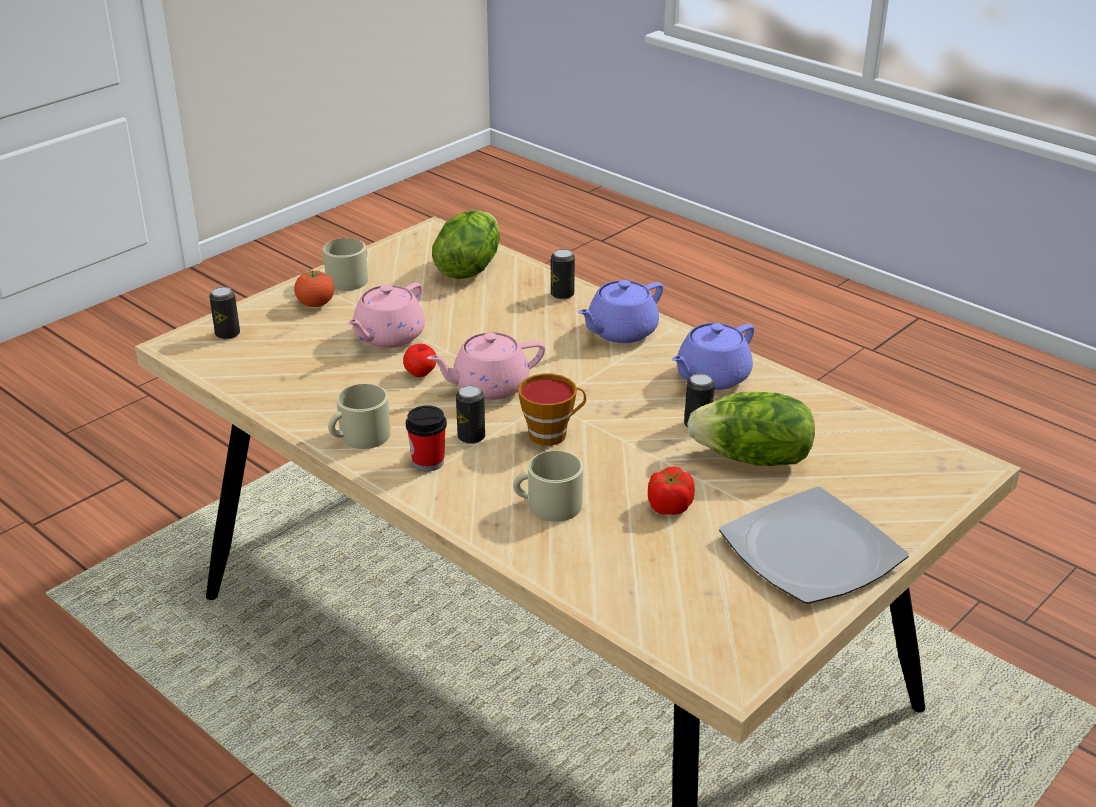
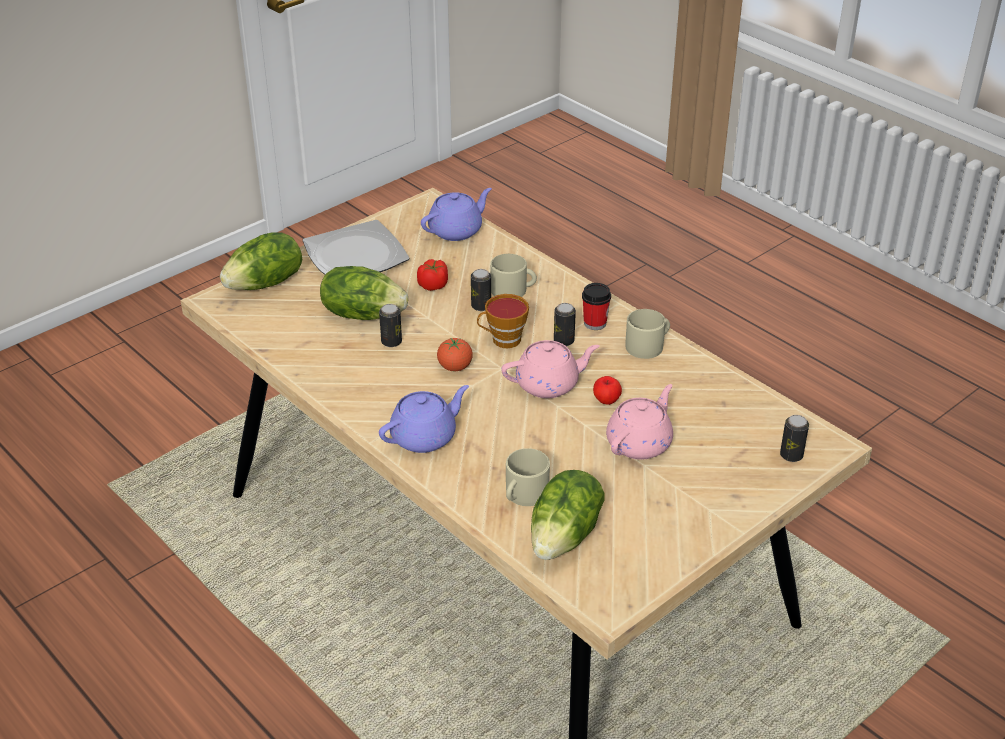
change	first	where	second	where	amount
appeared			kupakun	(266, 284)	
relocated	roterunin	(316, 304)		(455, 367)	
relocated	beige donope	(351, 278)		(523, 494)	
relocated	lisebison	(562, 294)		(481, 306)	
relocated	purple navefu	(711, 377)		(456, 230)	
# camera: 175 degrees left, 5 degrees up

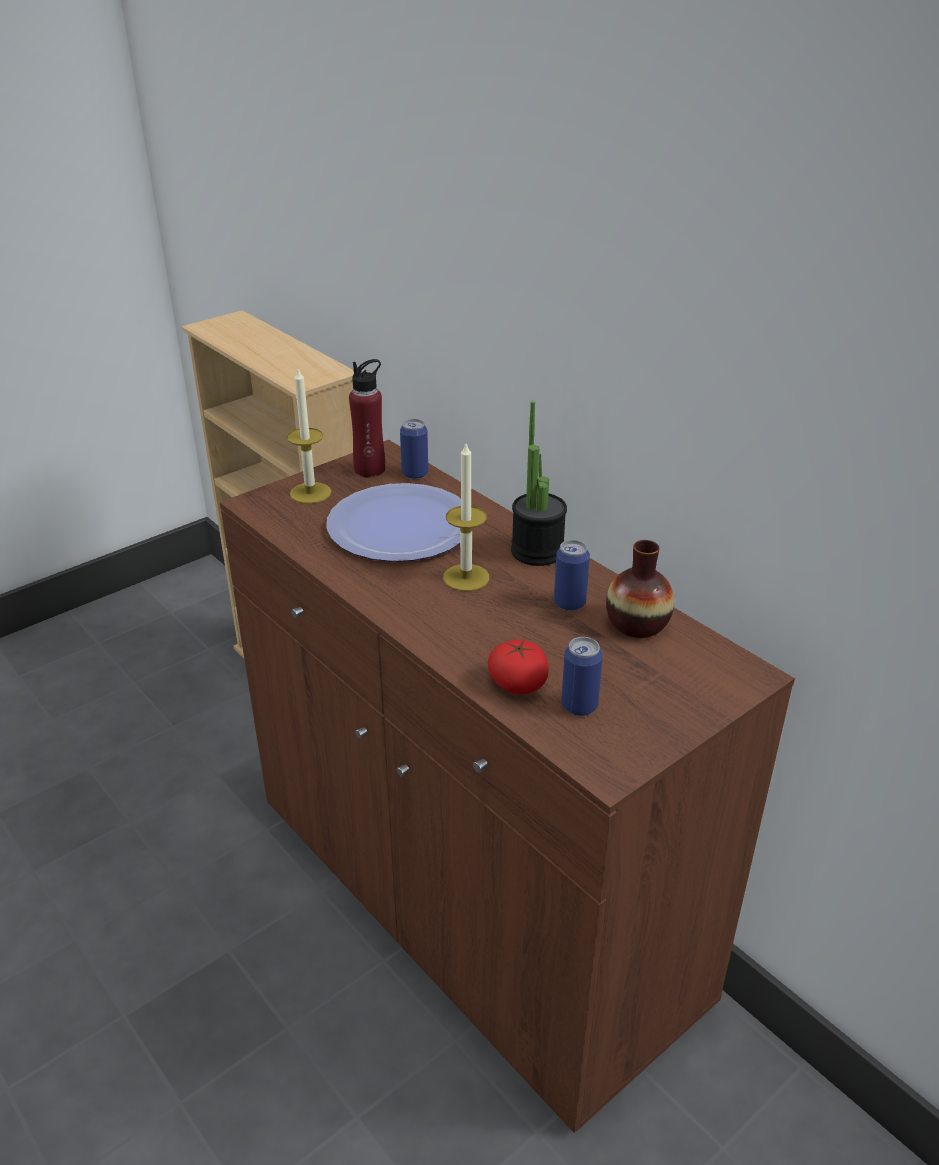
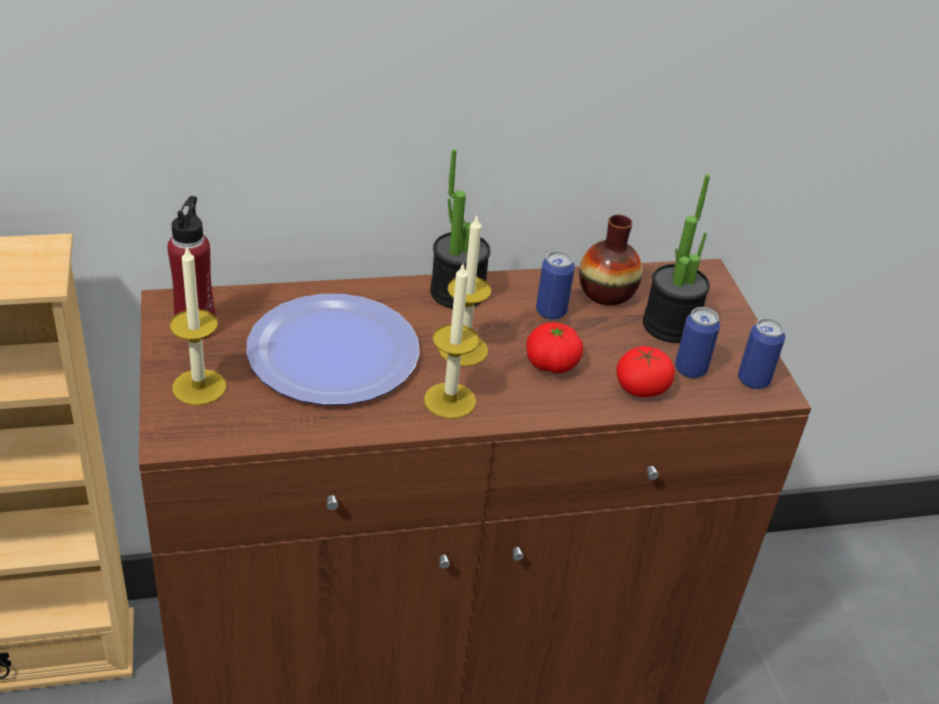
change	first	where	second	where	amount
appeared			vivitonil	(450, 400)	
appeared			roterunin	(551, 363)	
appeared			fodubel	(670, 325)	
relocated	lisebison	(415, 474)		(753, 380)	
# camera: 65 degrees left, 5 degrees up

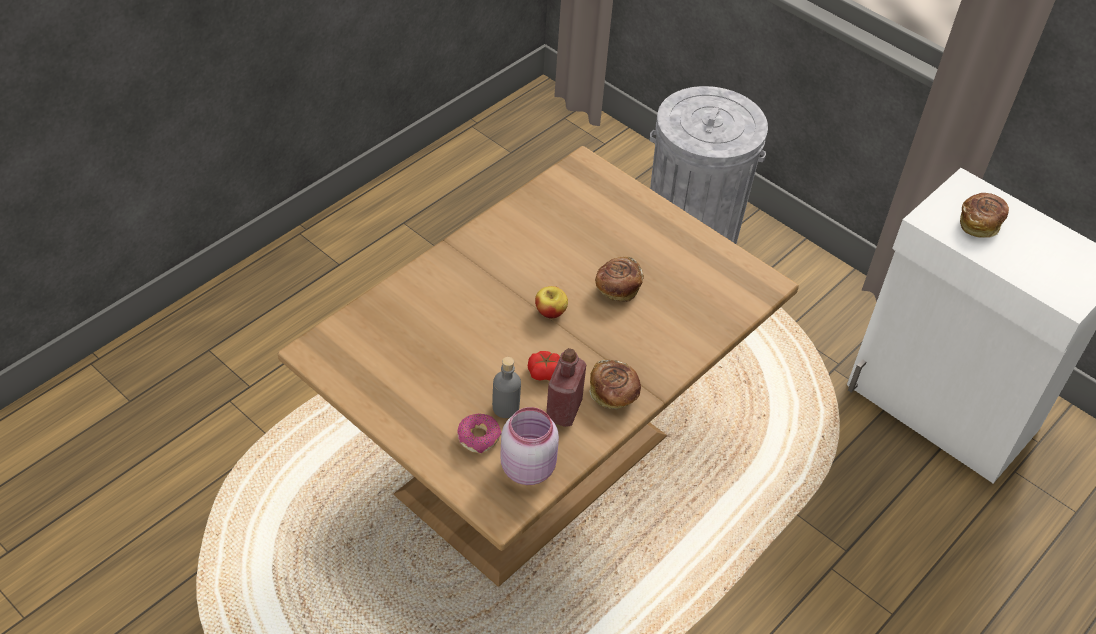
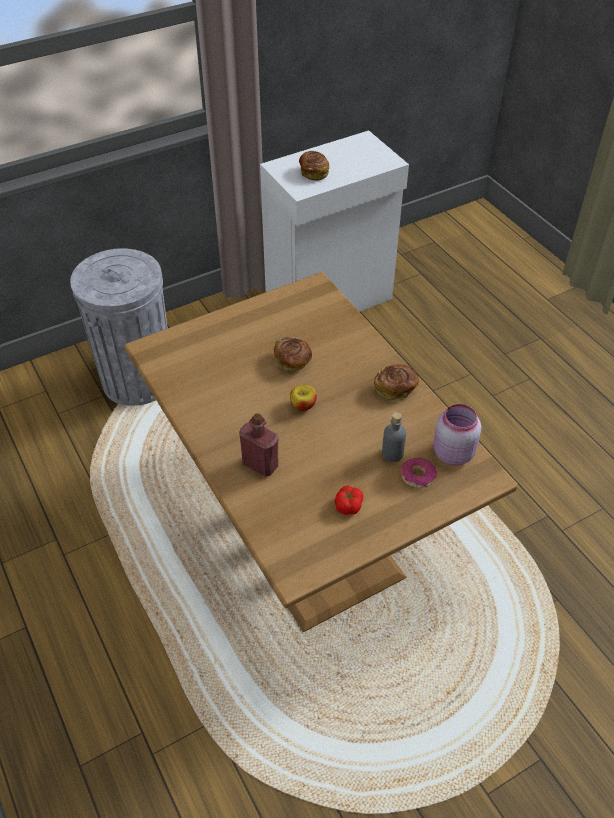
change	first	where	second	where	amount
relocated	roterunin	(544, 372)		(348, 505)	
relocated	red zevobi	(564, 410)		(260, 464)	
# camera: 70 degrees left, 0 degrees up

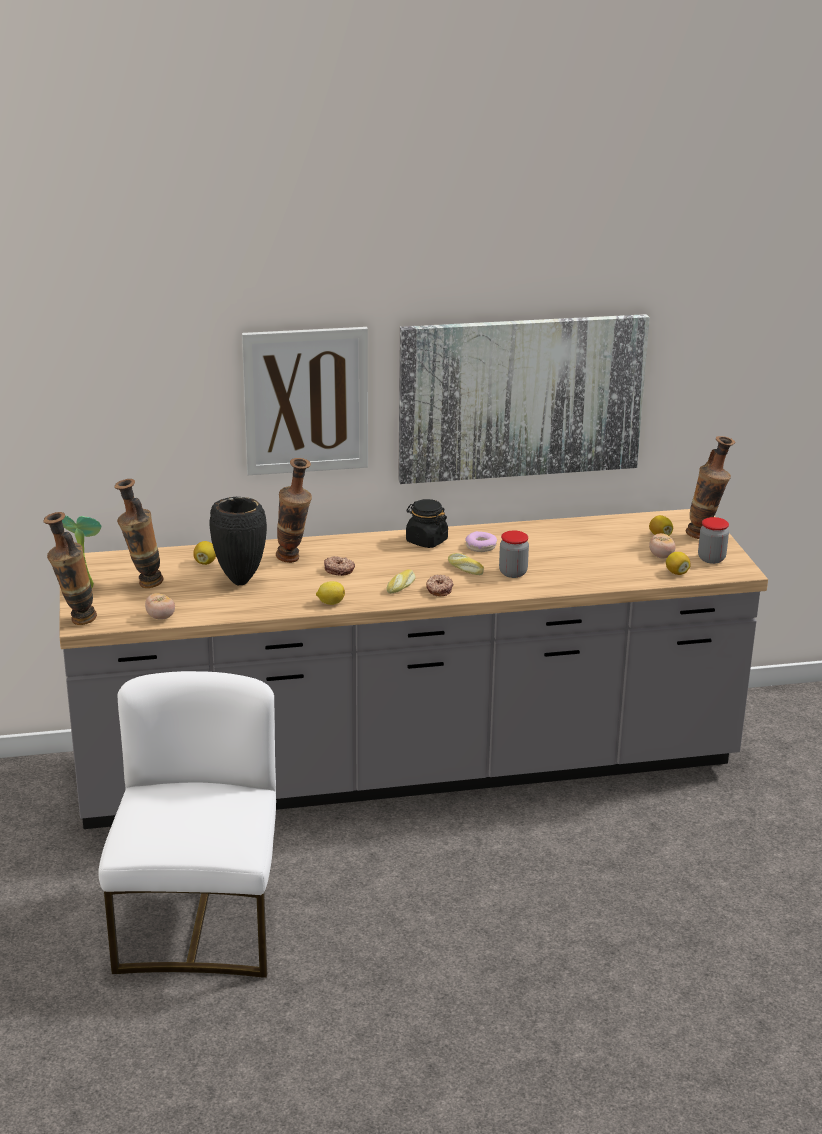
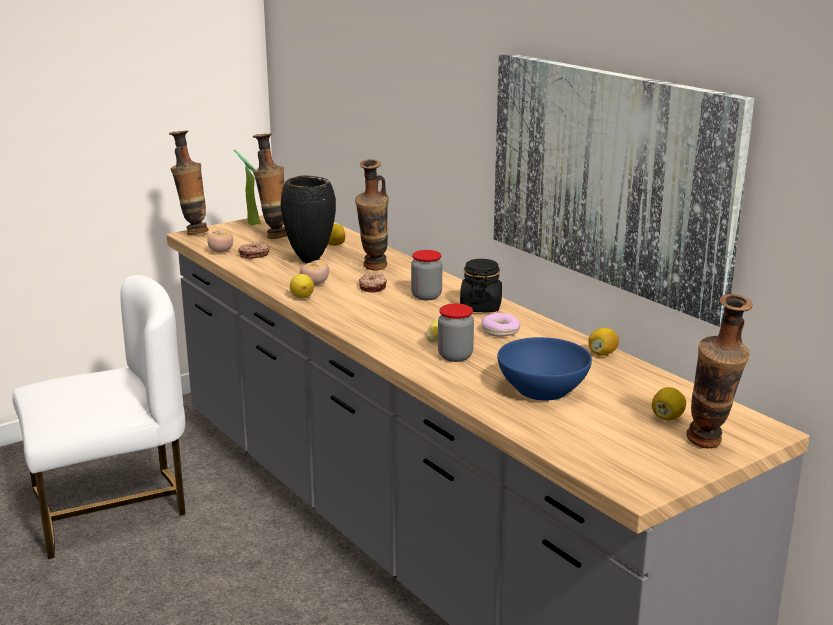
change	first	where	second	where	amount
missing	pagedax	(306, 401)			
missing	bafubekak	(401, 586)			
appeared			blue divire	(542, 388)	
relocated	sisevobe	(438, 590)		(254, 255)	
relocated	roterunin	(661, 556)		(314, 284)	
relocated	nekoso	(676, 573)		(602, 353)	
relocated	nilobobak	(711, 559)		(426, 296)	
# camera: 65 degrees right, 5 degrees down

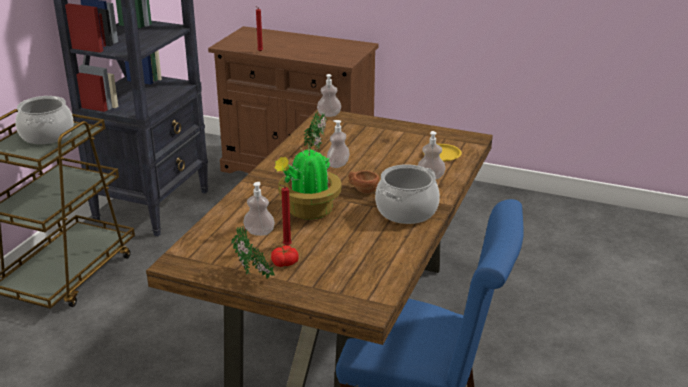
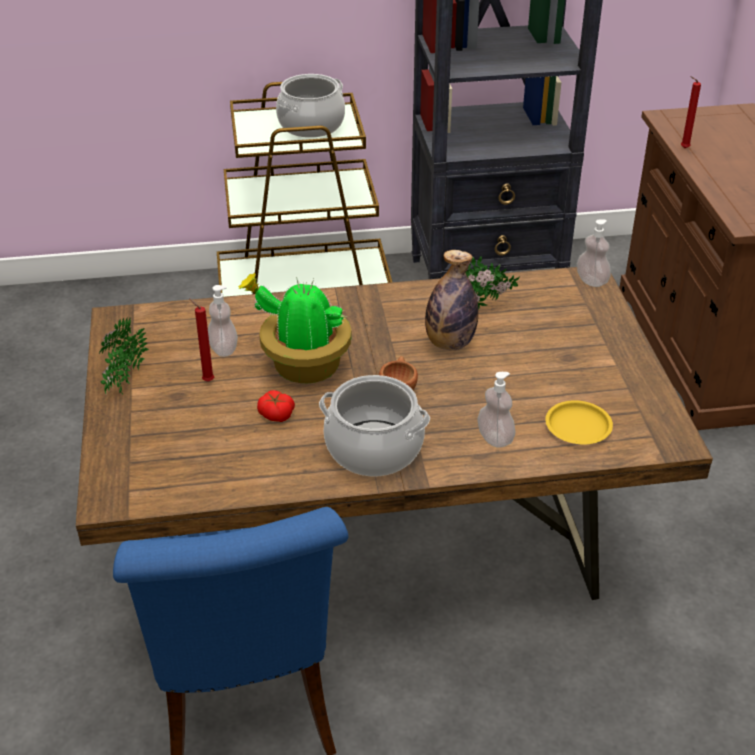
change	first	where	second	where	amount
relocated	roterunin	(285, 263)		(276, 414)	
exchanged	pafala	(338, 165)	zevobi	(449, 343)	
# camera: 60 degrees right, 10 degrees up

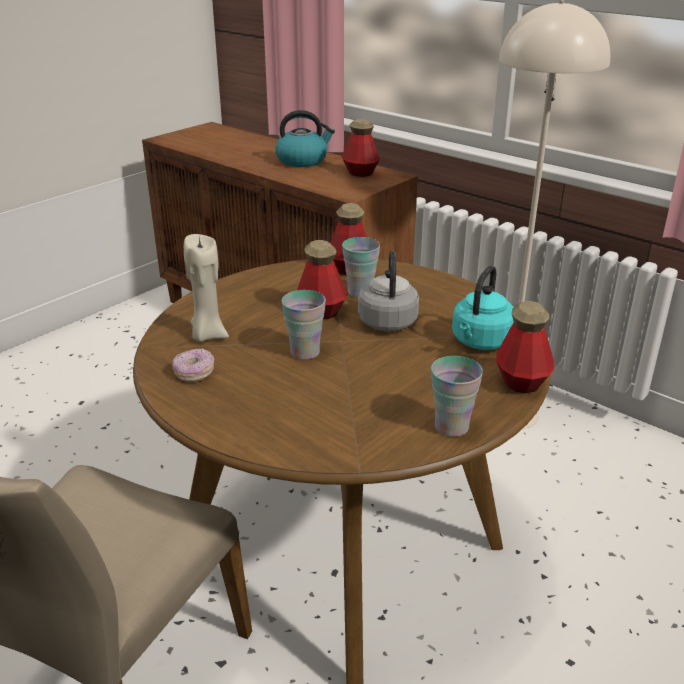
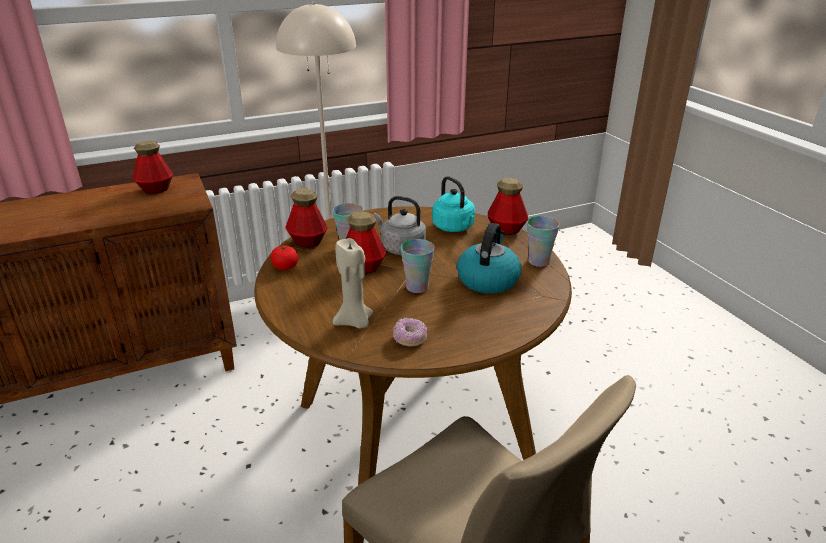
change	first	where	second	where	amount
appeared			roterunin	(285, 266)	
relocated	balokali	(302, 160)		(488, 279)	
# camera: 65 degrees left, 0 degrees up

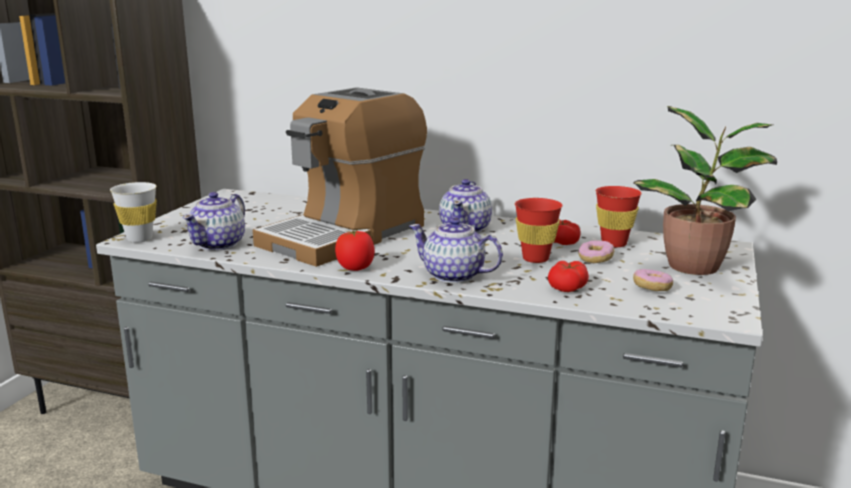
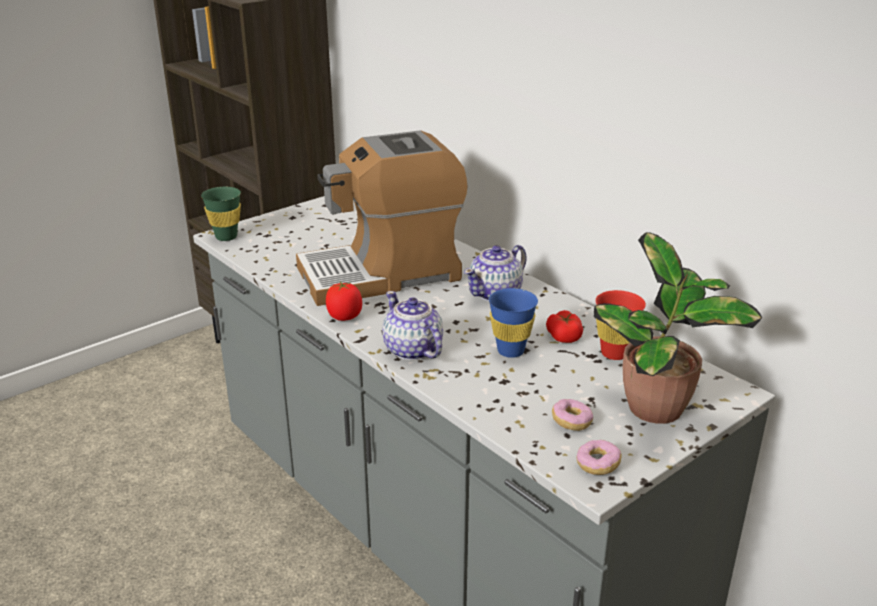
change	first	where	second	where	amount
missing	navefu	(219, 244)			
missing	roterunin	(567, 287)			
relocated	sisevobe	(595, 259)		(597, 465)	
colour	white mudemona	(139, 239)	green mudemona	(226, 237)	
colour	red mudemona	(535, 259)	blue mudemona	(510, 351)	
# camera: 30 degrees right, 10 degrees up

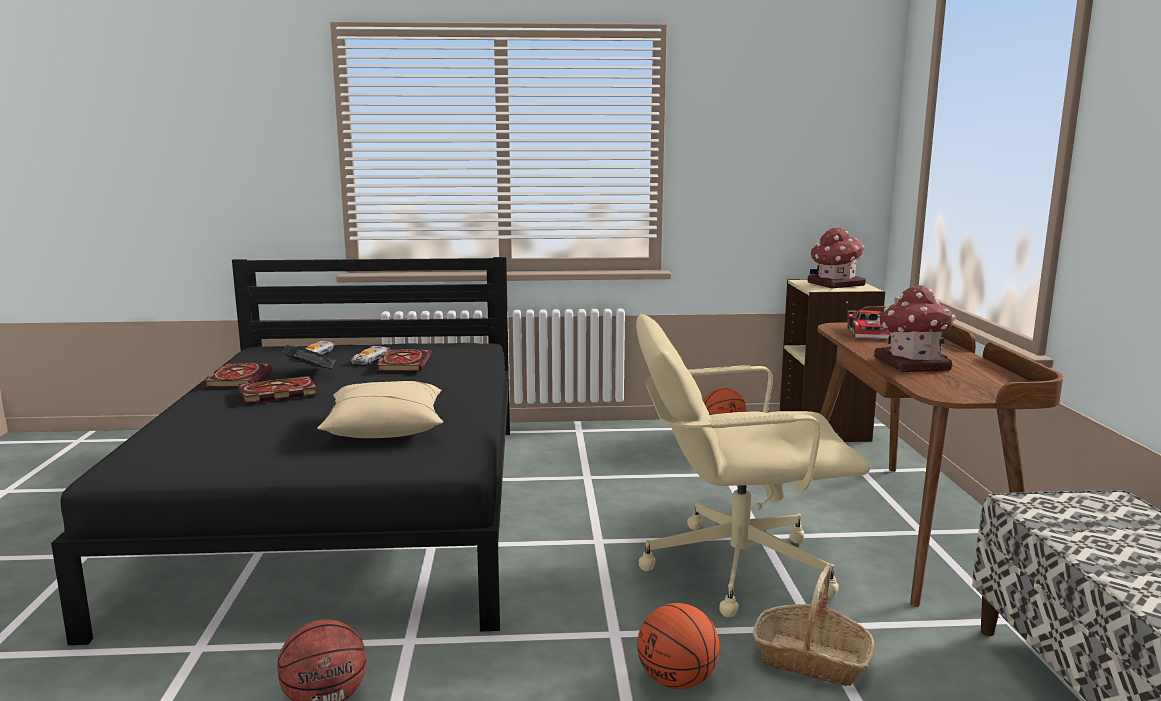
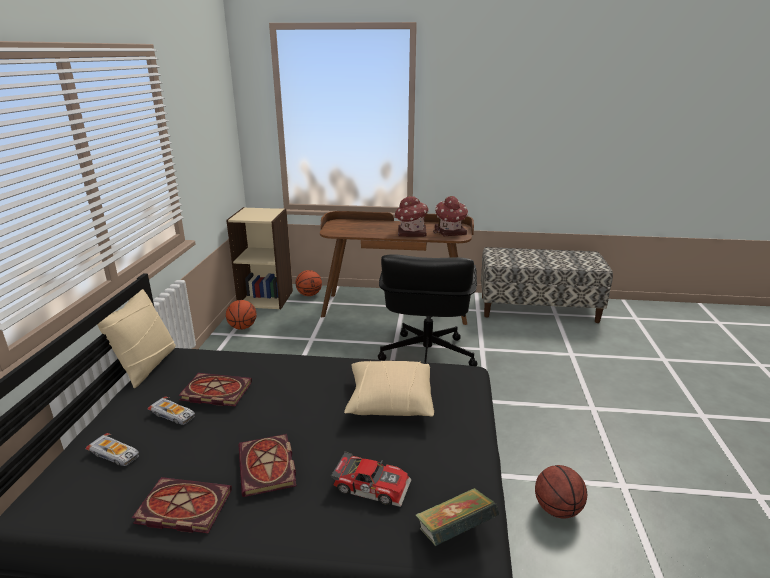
change	first	where	second	where	amount
missing	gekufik	(811, 659)			
appeared			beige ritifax	(146, 365)	
relocated	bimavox	(310, 374)		(454, 532)	
relocated	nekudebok	(677, 680)		(309, 294)	
relocated	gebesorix	(834, 284)		(450, 232)	
relocated	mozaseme	(869, 333)		(372, 484)	
colour	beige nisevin	(734, 567)	black nisevin	(426, 357)	
# camera: 80 degrees left, 10 degrees up

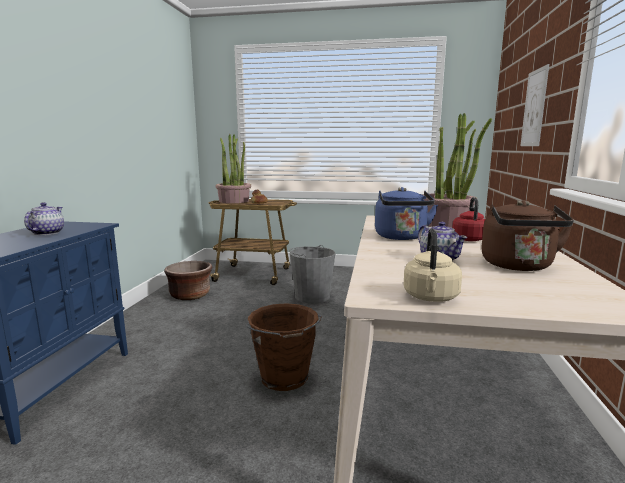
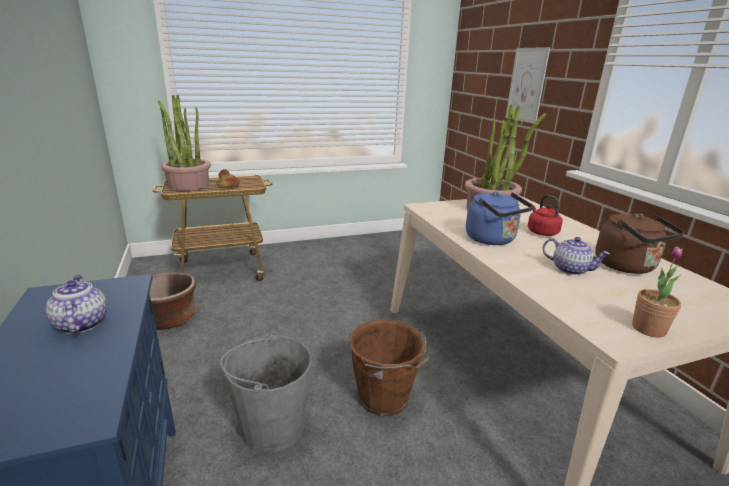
change	first	where	second	where	amount
relocated	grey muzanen	(312, 296)		(272, 426)	
exchanged	beige balokali	(431, 298)	fodubel	(648, 329)	
# camera: 30 degrees left, 10 degrees up

